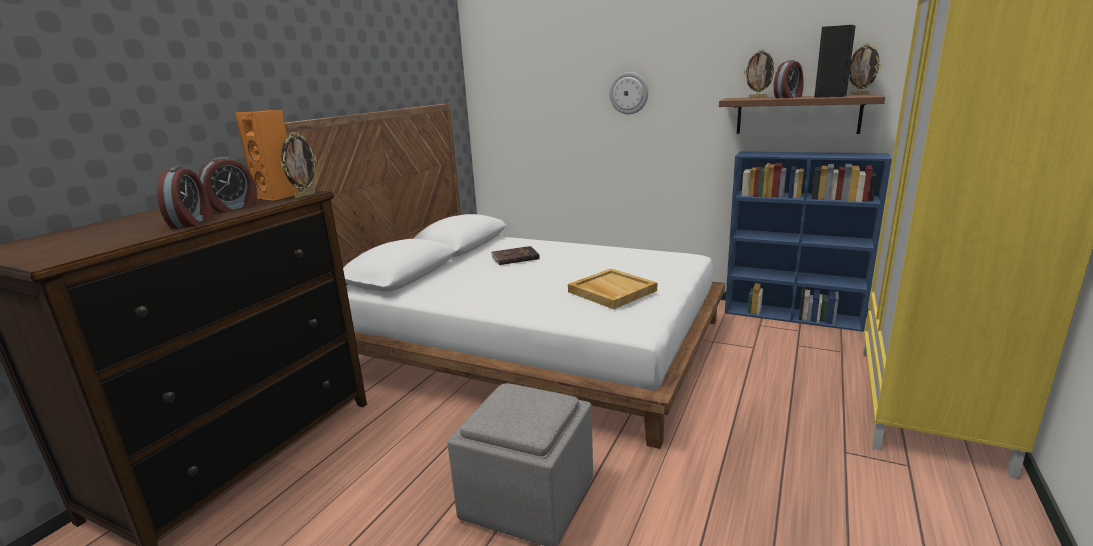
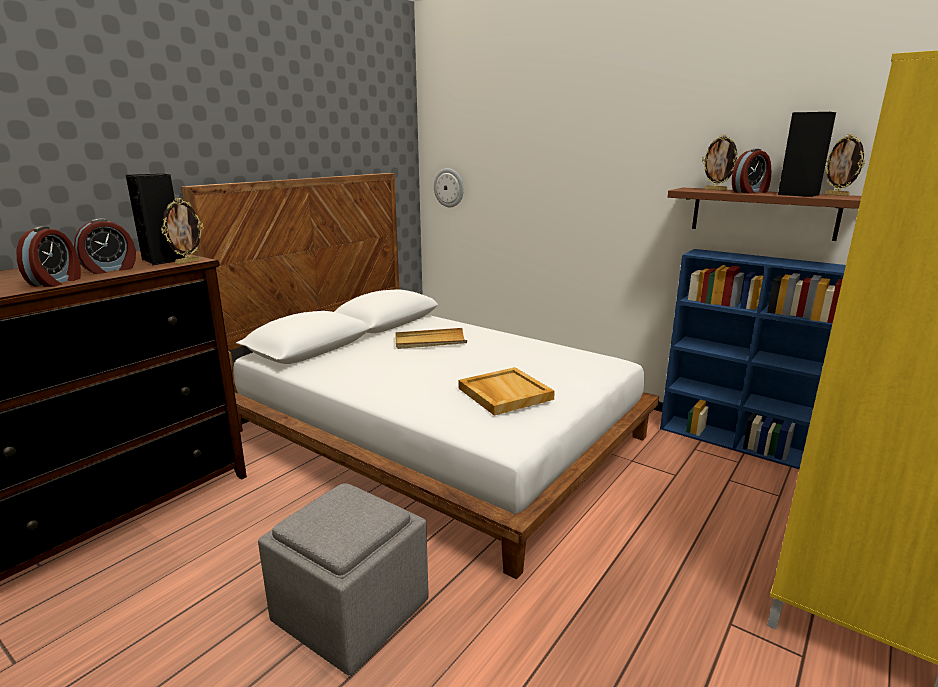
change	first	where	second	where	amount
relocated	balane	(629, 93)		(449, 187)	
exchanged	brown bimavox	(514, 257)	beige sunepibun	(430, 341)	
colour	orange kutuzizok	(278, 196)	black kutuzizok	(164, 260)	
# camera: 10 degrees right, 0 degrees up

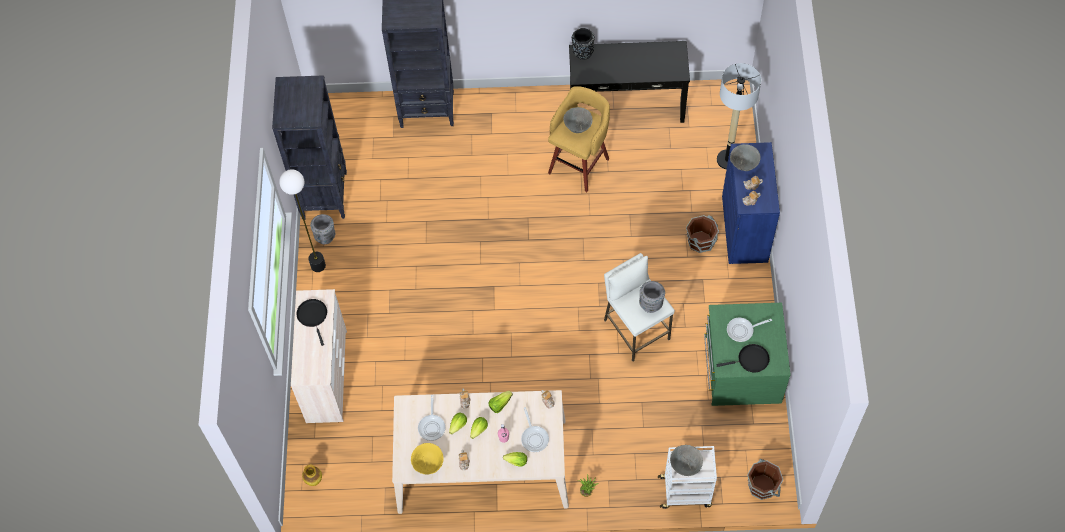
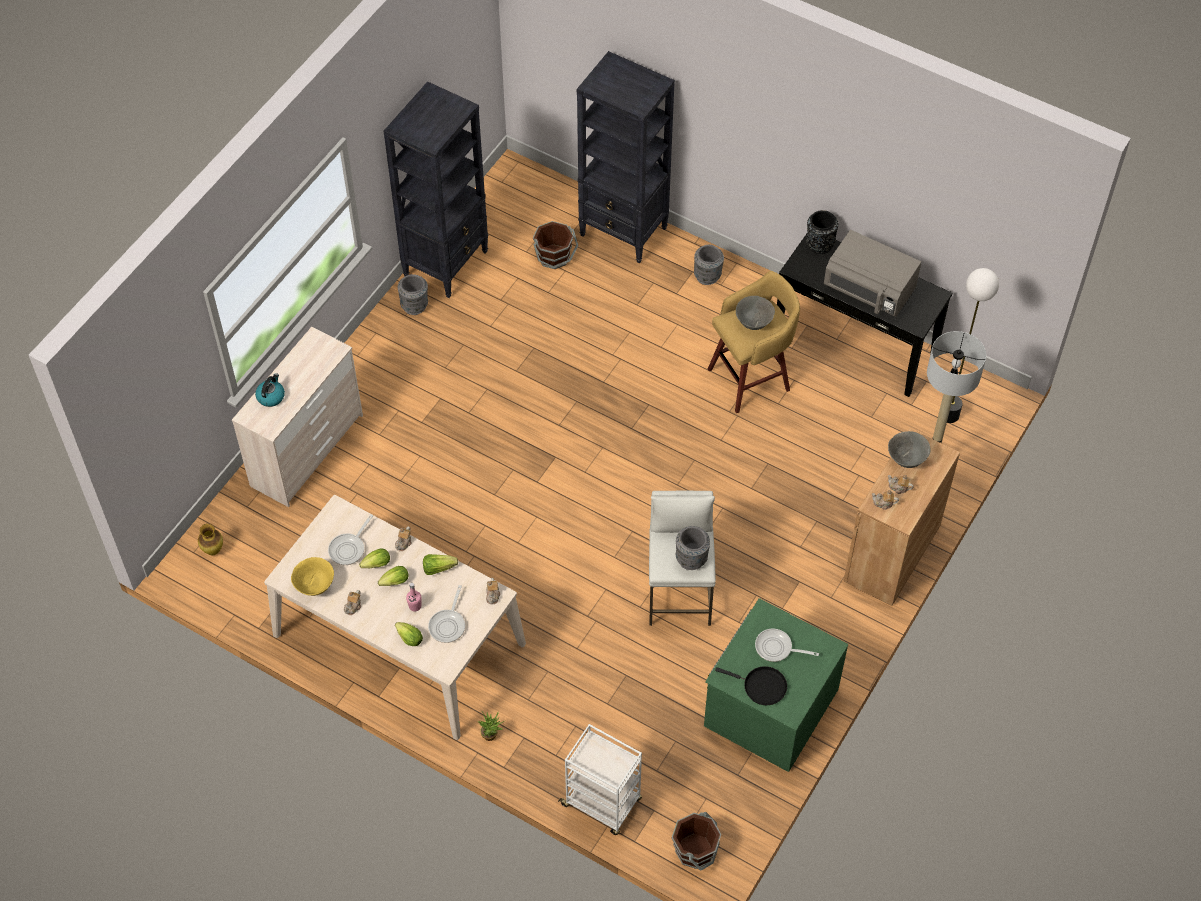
change	first	where	second	where	amount
missing	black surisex	(313, 316)			
missing	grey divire	(685, 466)			
appeared			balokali	(271, 396)	
appeared			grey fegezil	(707, 276)	
appeared			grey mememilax	(869, 291)	
relocated	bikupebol	(318, 265)		(949, 415)	
relocated	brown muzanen	(701, 241)		(554, 257)	
colour	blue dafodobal	(744, 229)	brown dafodobal	(892, 553)	
# camera: 30 degrees right, 5 degrees down

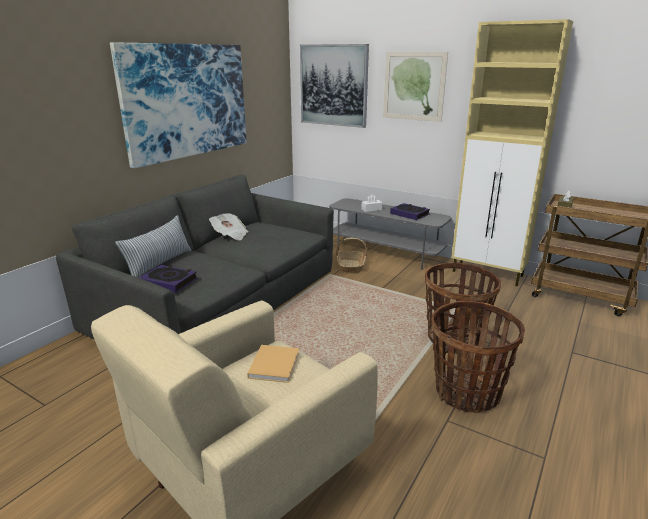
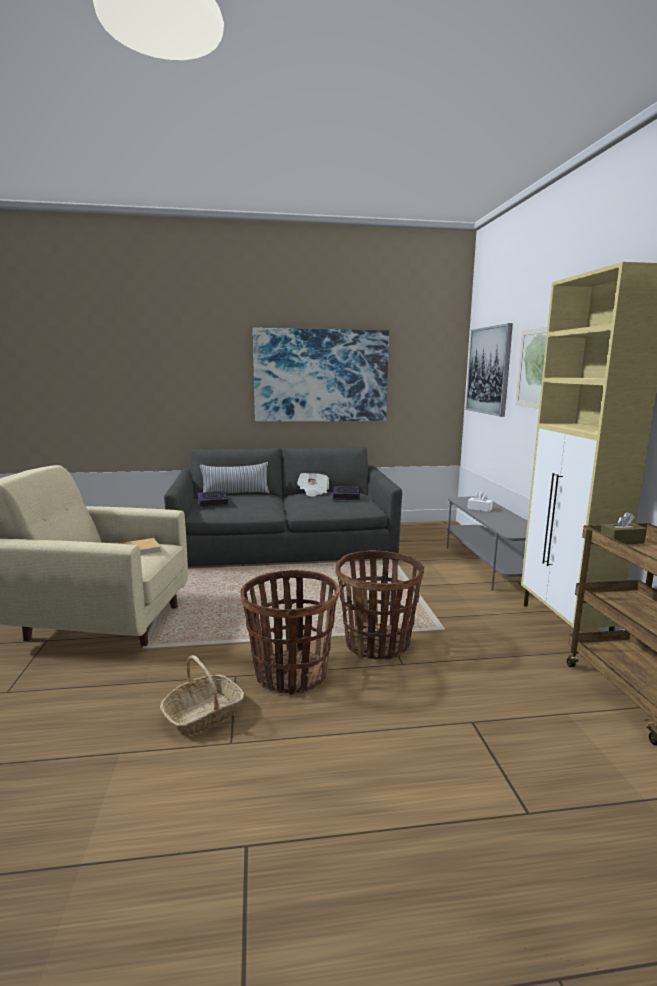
change	first	where	second	where	amount
relocated	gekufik	(350, 266)		(203, 715)	
relocated	bimavox	(409, 214)		(346, 496)	
# camera: 50 degrees right, 10 degrees down

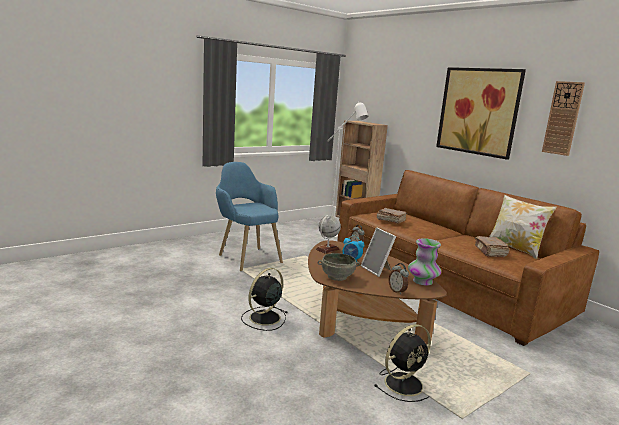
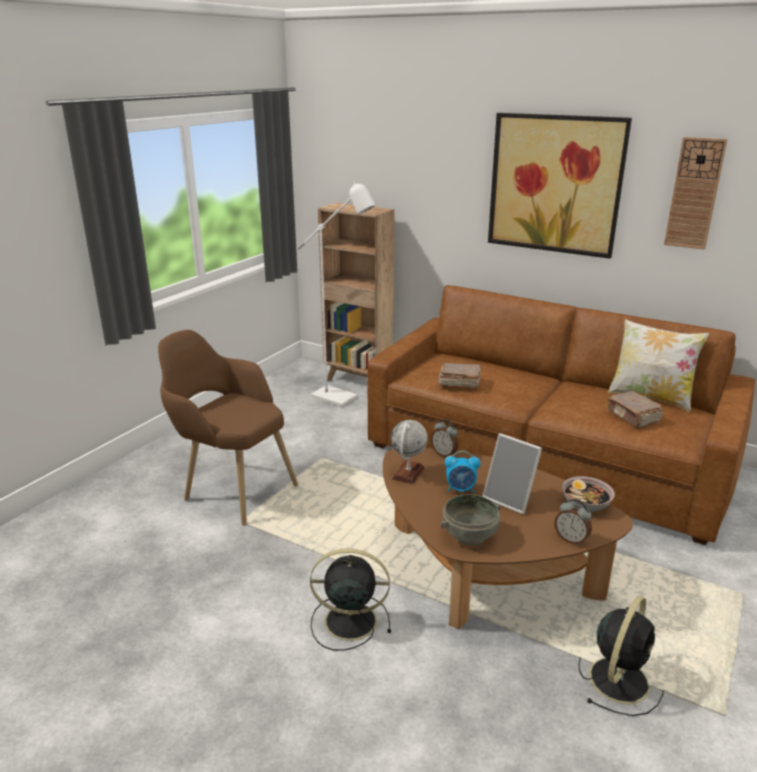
change	first	where	second	where	amount
exchanged	fegezil	(422, 282)	divire	(585, 504)	
colour	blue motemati	(246, 256)	brown motemati	(231, 488)	
spun	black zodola	(264, 318)		(348, 621)	75 degrees clockwise
# camera: 20 degrees left, 10 degrees up

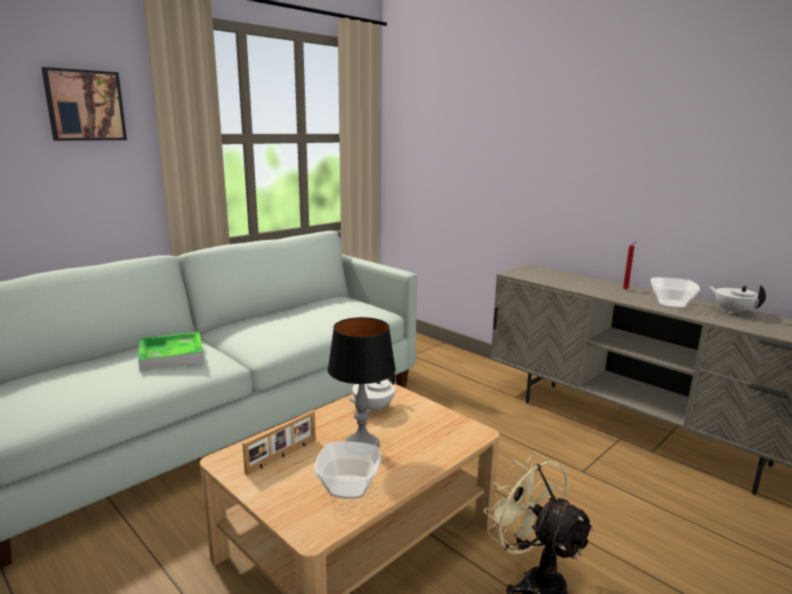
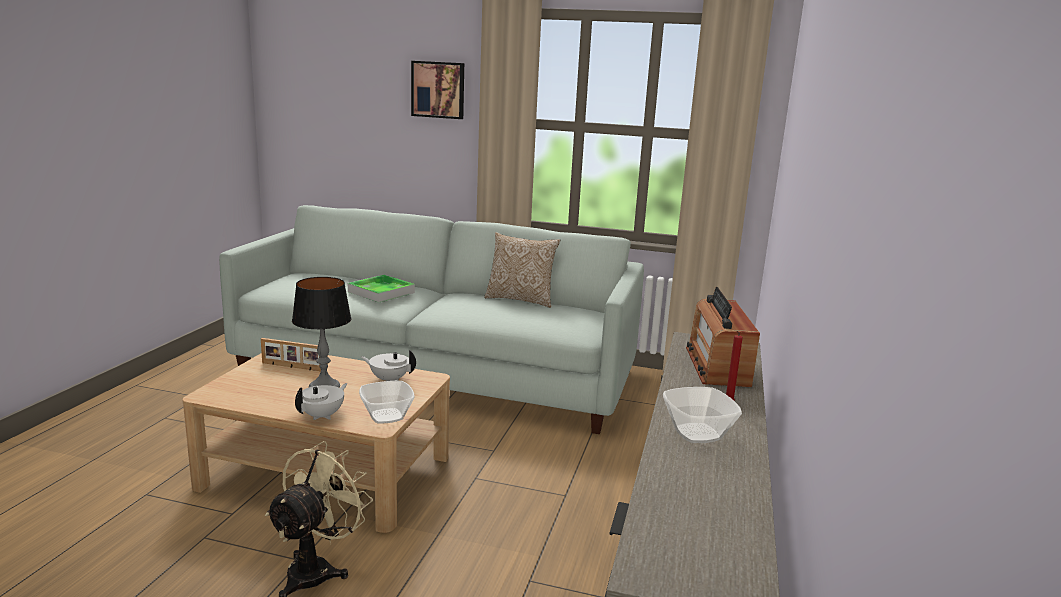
change	first	where	second	where	amount
appeared			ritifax	(520, 299)	
appeared			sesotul	(717, 366)	
relocated	divire	(347, 488)		(386, 416)	
relocated	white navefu	(732, 312)		(322, 416)	
# camera: 60 degrees right, 0 degrees up

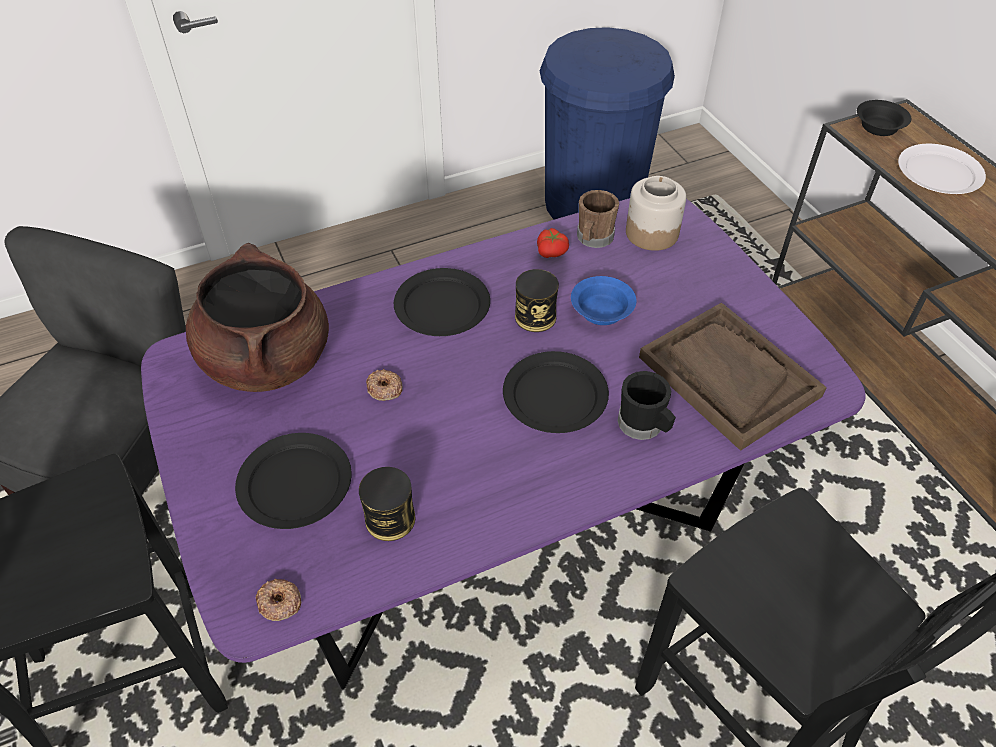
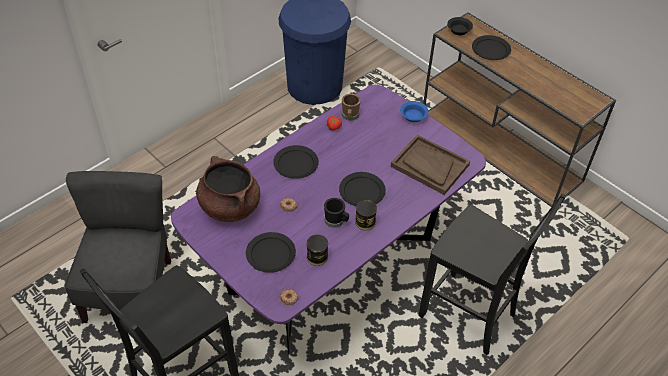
change	first	where	second	where	amount
missing	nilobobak	(651, 233)			
relocated	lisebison	(535, 317)		(365, 222)	
relocated	blue divire	(600, 312)		(413, 117)	
relocated	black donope	(644, 426)		(336, 221)	
colour	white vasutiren	(938, 172)	black vasutiren	(490, 49)	
# camera: 20 degrees left, 0 degrees up

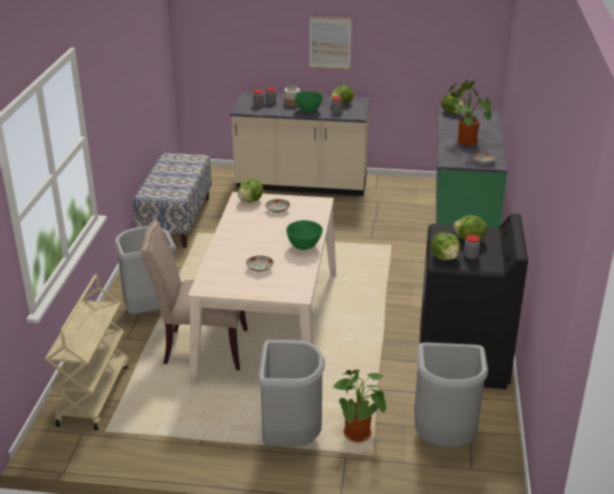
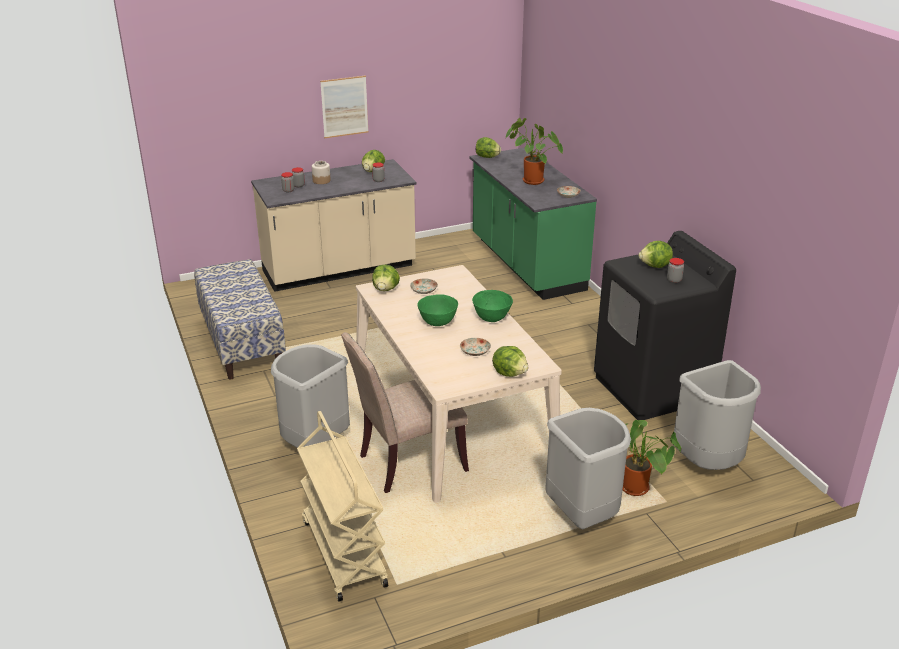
change	first	where	second	where	amount
relocated	green divire	(308, 110)		(437, 323)	
relocated	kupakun	(445, 257)		(510, 373)	
# camera: 30 degrees left, 0 degrees up

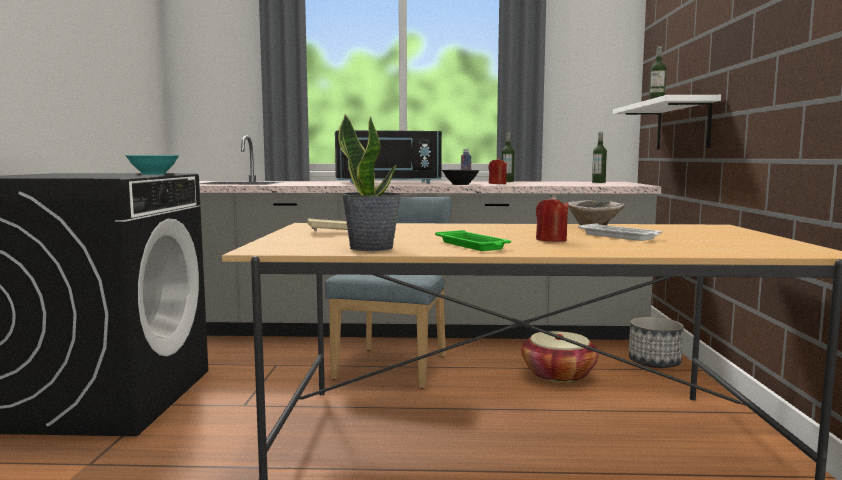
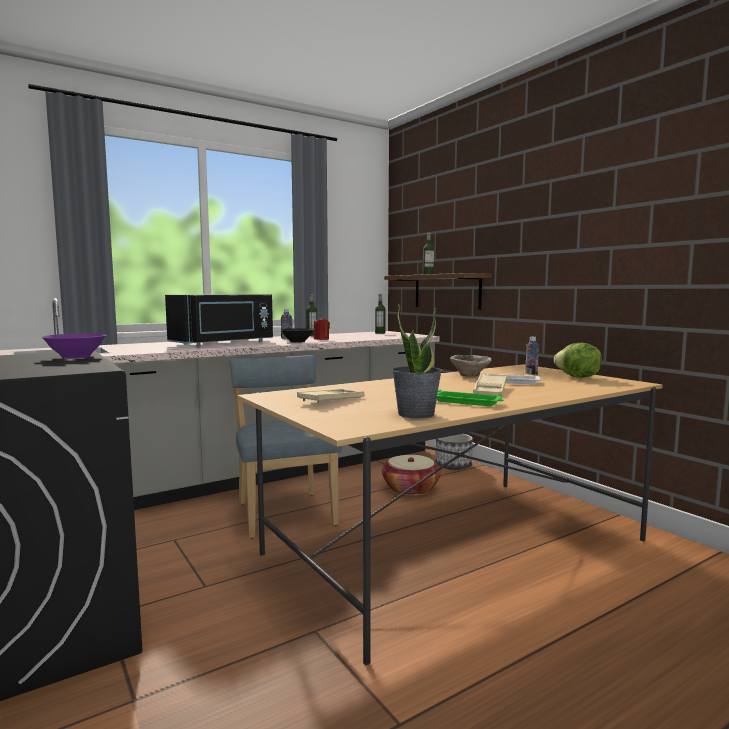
change	first	where	second	where	amount
appeared			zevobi	(531, 373)	
appeared			kupakun	(577, 377)	
exchanged	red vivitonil	(551, 240)	beige sunepibun	(490, 390)	
colour	turquoise divire	(153, 174)	purple divire	(75, 357)	
colour	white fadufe	(682, 126)	brown fadufe	(446, 291)	
# camera: 35 degrees left, 0 degrees up

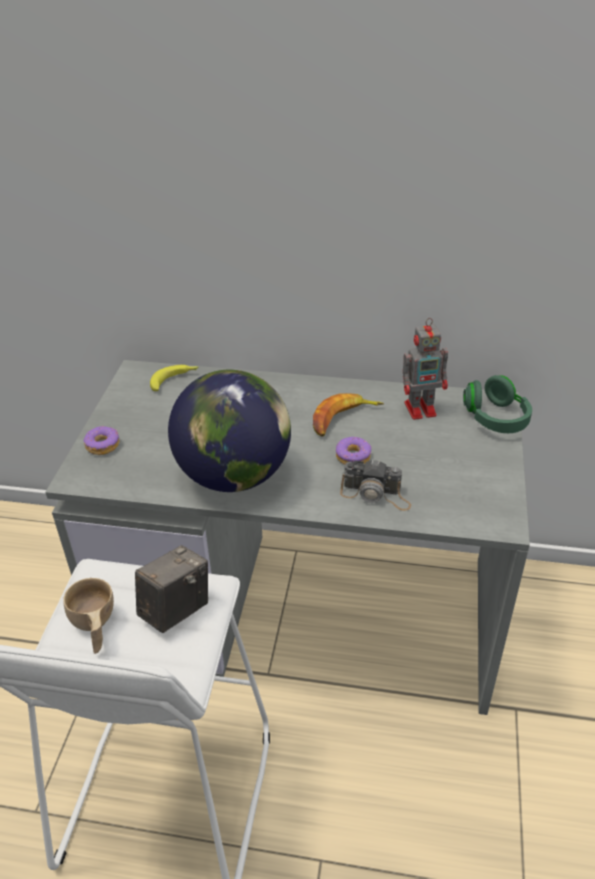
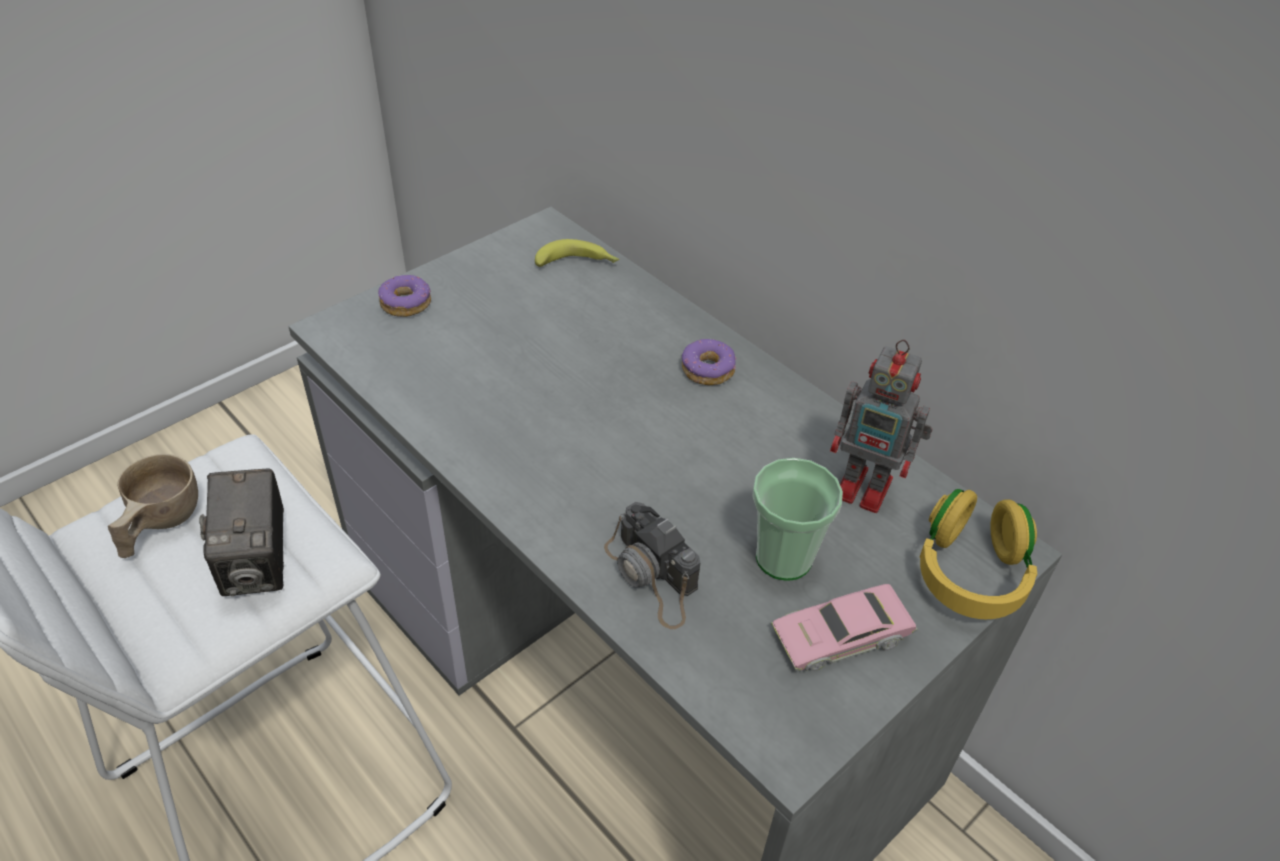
change	first	where	second	where	amount
missing	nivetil	(235, 475)			
missing	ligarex	(343, 419)			
appeared			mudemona	(783, 558)	
appeared			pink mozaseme	(841, 635)	
relocated	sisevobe	(353, 457)		(708, 370)	
colour	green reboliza	(495, 418)	yellow reboliza	(970, 573)	
spun	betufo	(176, 609)		(258, 564)	90 degrees clockwise
# camera: 35 degrees right, 5 degrees up

